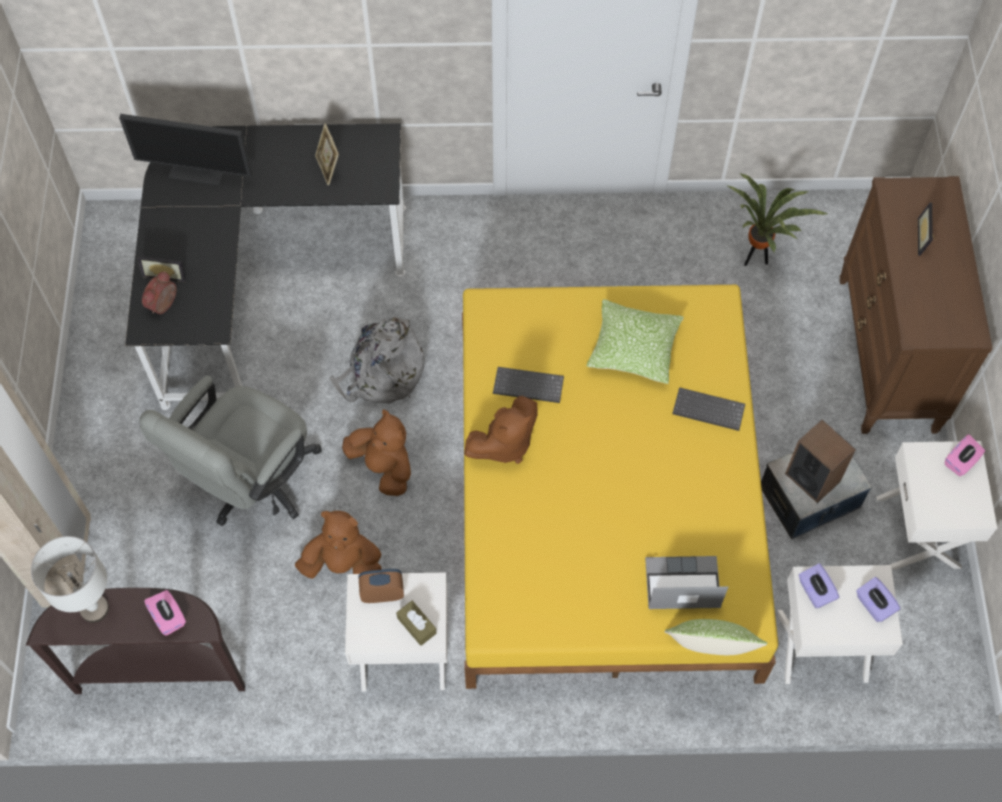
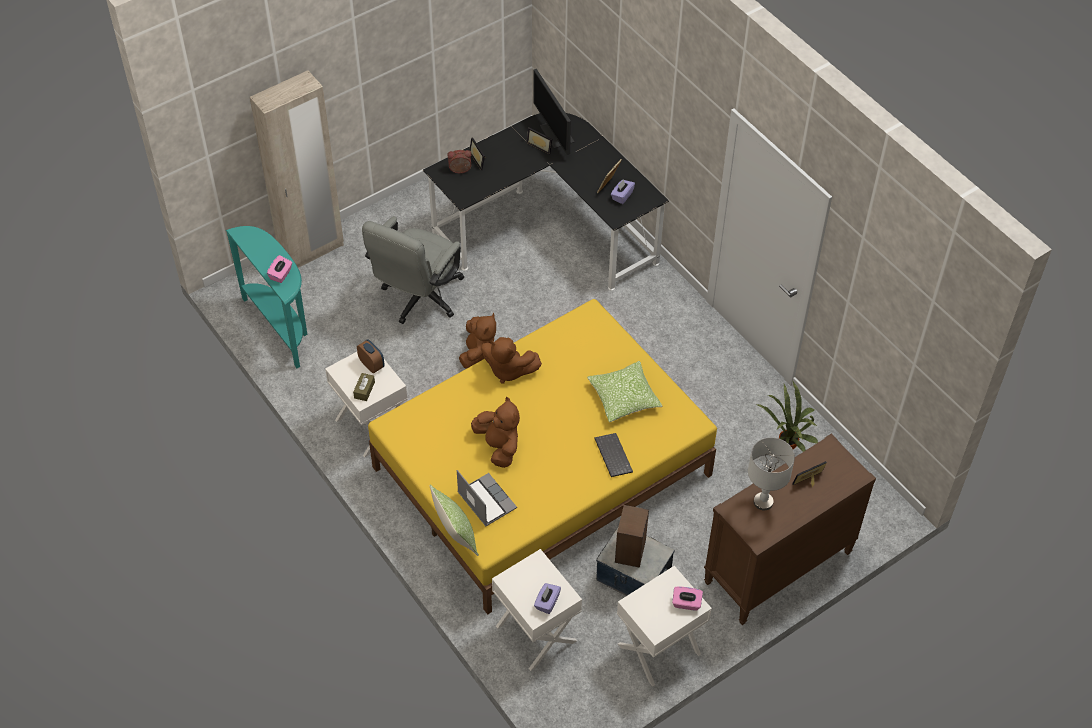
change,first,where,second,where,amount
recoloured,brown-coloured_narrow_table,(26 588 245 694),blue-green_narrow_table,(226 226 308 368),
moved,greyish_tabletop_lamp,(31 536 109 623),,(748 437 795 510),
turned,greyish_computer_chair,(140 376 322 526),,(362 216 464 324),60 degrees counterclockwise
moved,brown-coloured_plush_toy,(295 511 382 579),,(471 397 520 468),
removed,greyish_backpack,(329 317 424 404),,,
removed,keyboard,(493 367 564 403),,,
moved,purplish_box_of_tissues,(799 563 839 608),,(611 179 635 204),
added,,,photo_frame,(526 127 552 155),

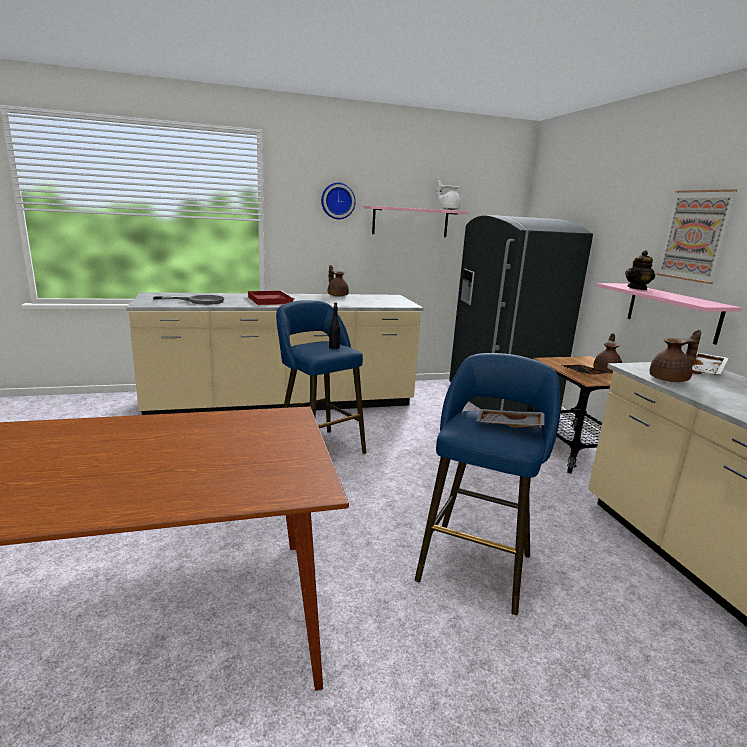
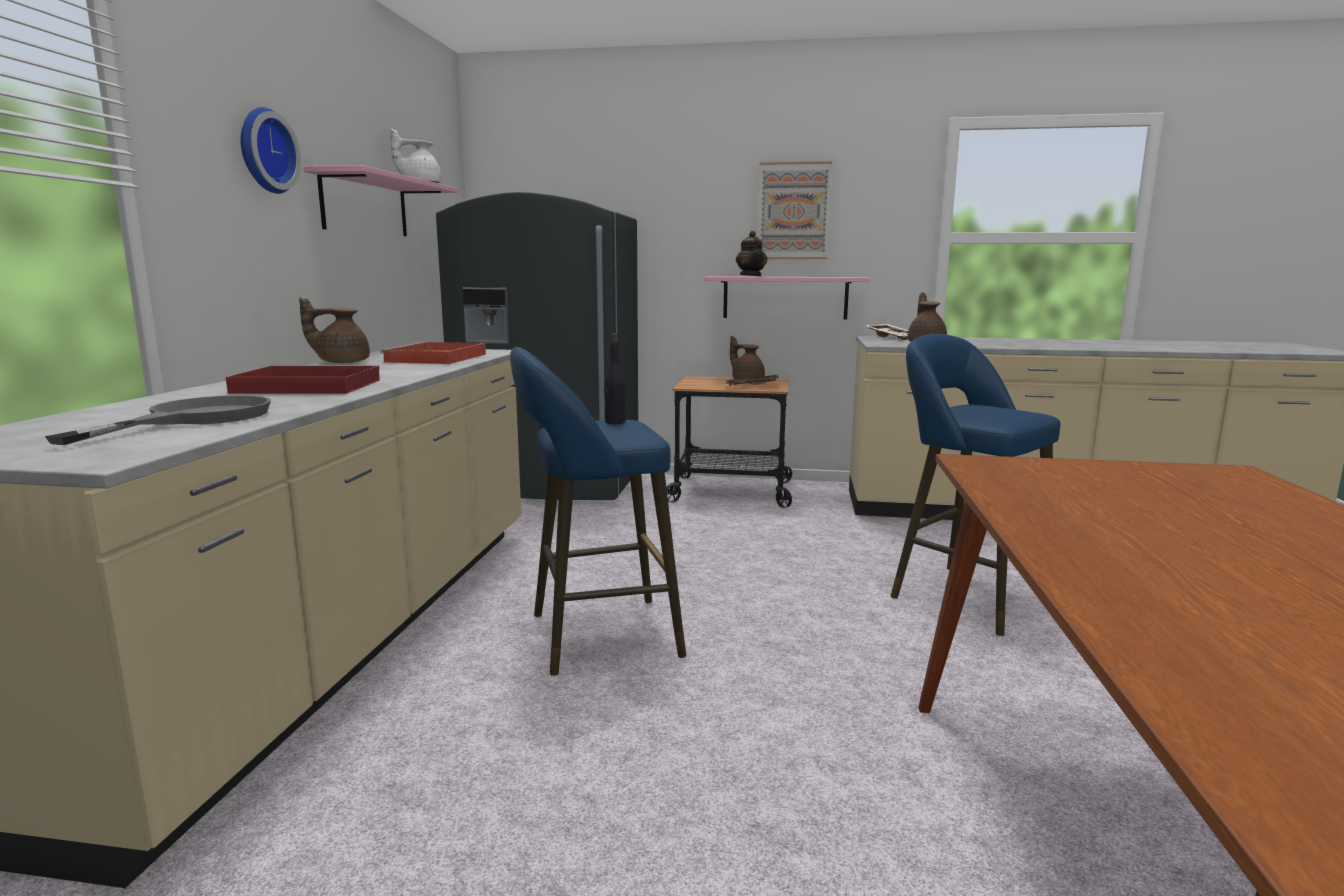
change,first,where,second,where,amount
removed,greyish_tray,(476 409 545 427),,,
added,,,reddish_tray,(380 342 486 364),

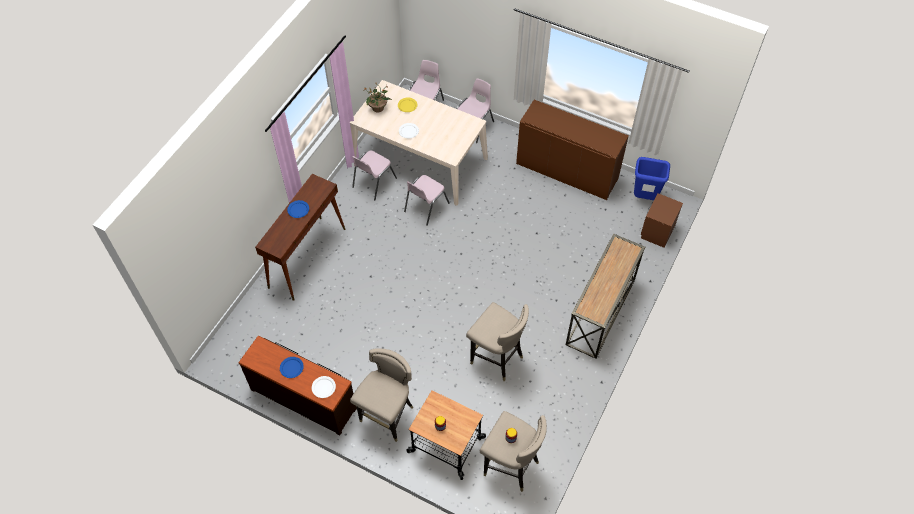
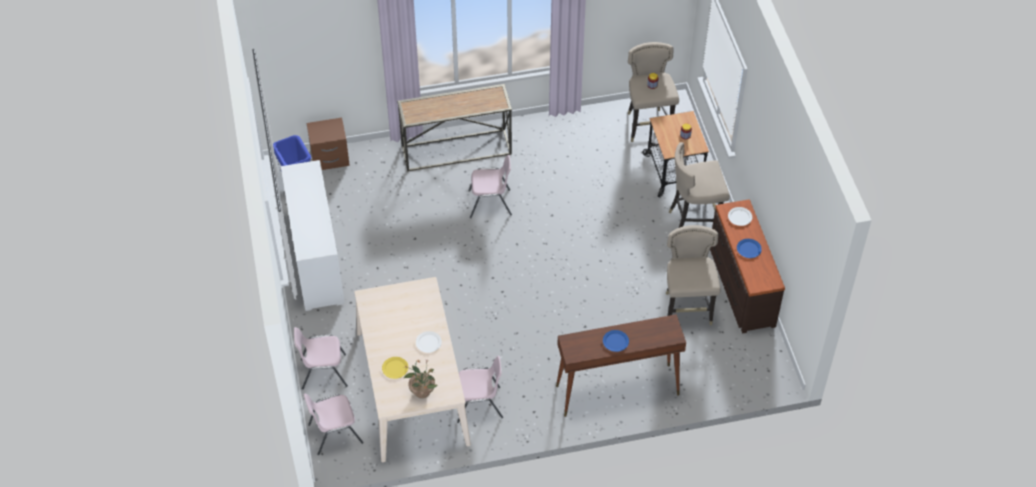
change,first,where,second,where,amount
moved,pink_chair,(404 175 450 226),,(468 155 512 218),
moved,beige_sitting_stool,(466 302 529 381),,(666 225 720 325),
recoloured,brown-coloured_cupboard,(516 100 629 200),white-coloured_cupboard,(281 160 345 311),

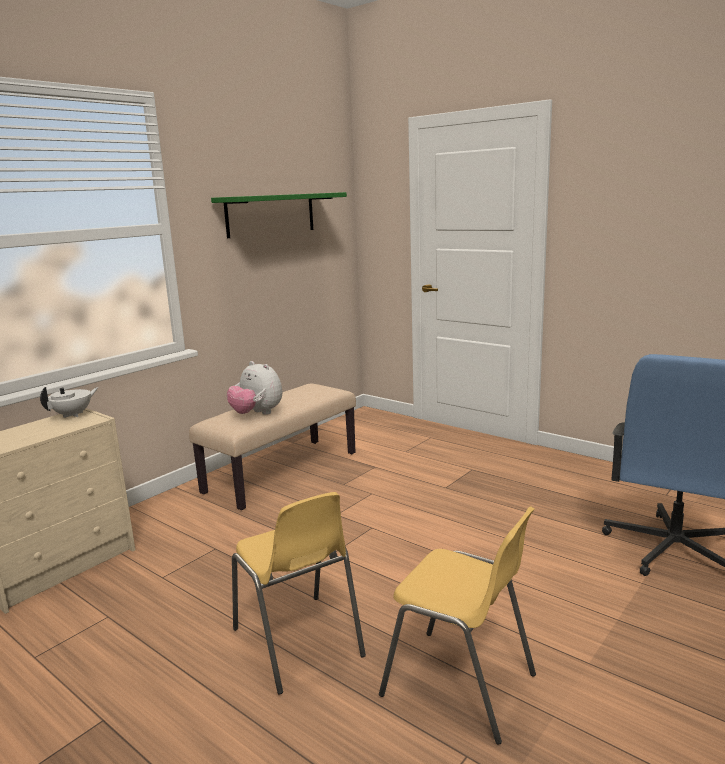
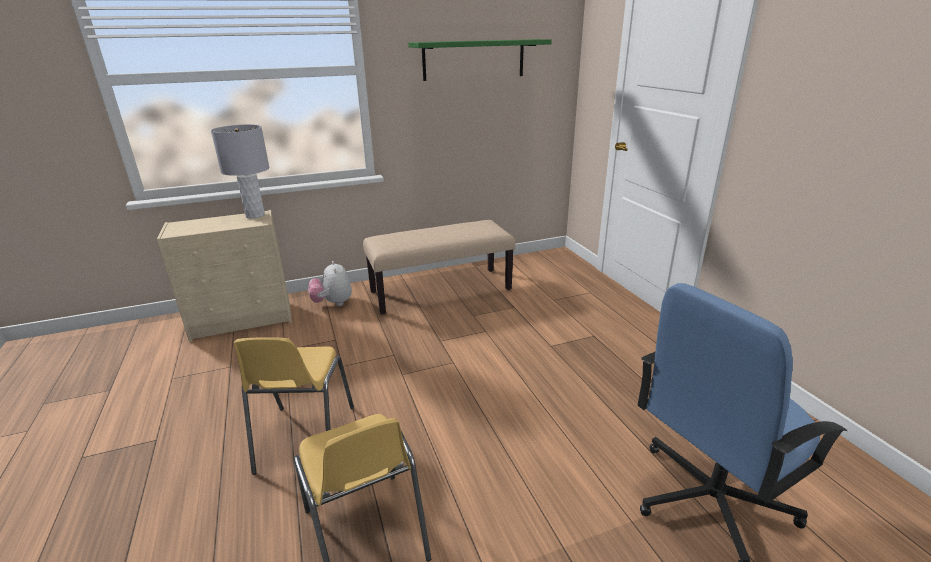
change,first,where,second,where,amount
replaced,white-coloured_pot_for_tea,(40 387 99 418),greyish_tabletop_lamp,(211 124 269 218),
moved,plush_toy,(227 361 282 415),,(308 261 352 306),

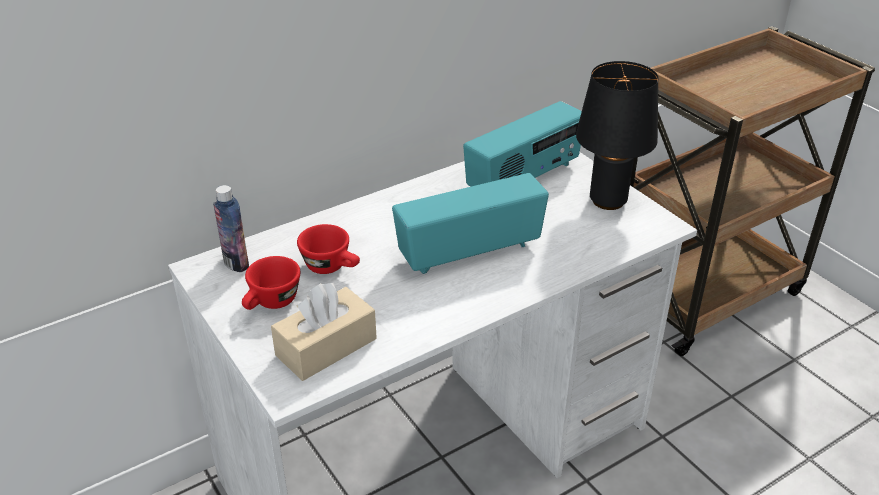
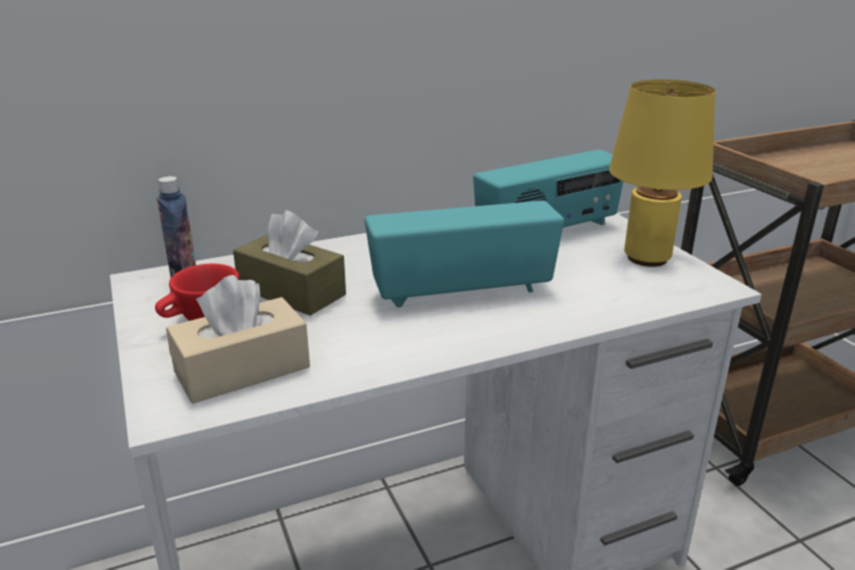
change,first,where,second,where,amount
replaced,reddish_small_cup,(297 224 360 274),brown-coloured_box_of_tissues,(233 210 346 316),
recoloured,black_tabletop_lamp,(576 61 659 210),yellow_tabletop_lamp,(609 79 716 267),

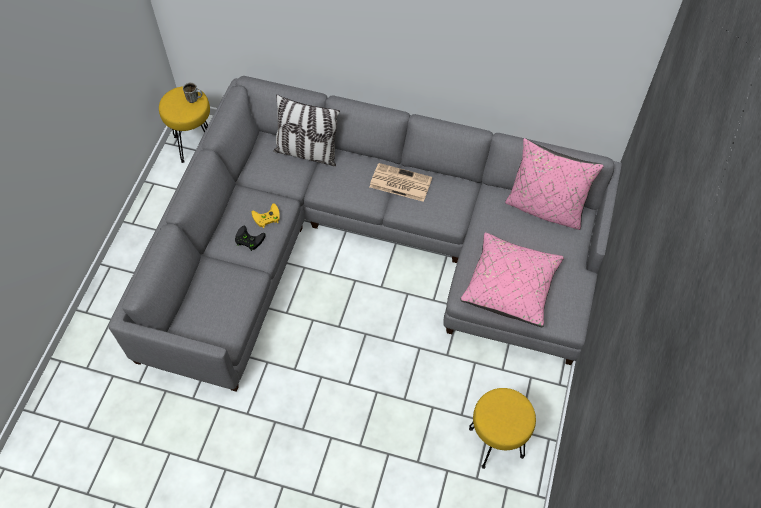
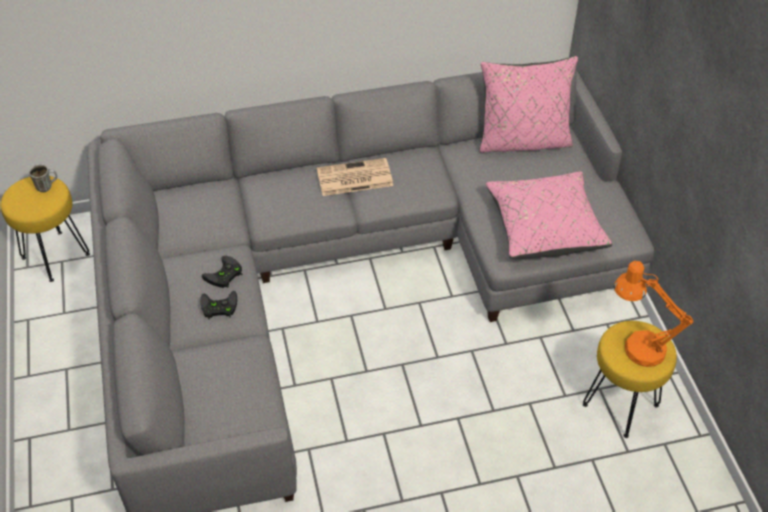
change,first,where,second,where,amount
recoloured,yellow_gamepad,(251 203 280 228),black_gamepad,(202 256 242 288),
removed,cushion,(274 94 340 166),,,
added,,,orangey_tabletop_lamp,(614 261 693 367),

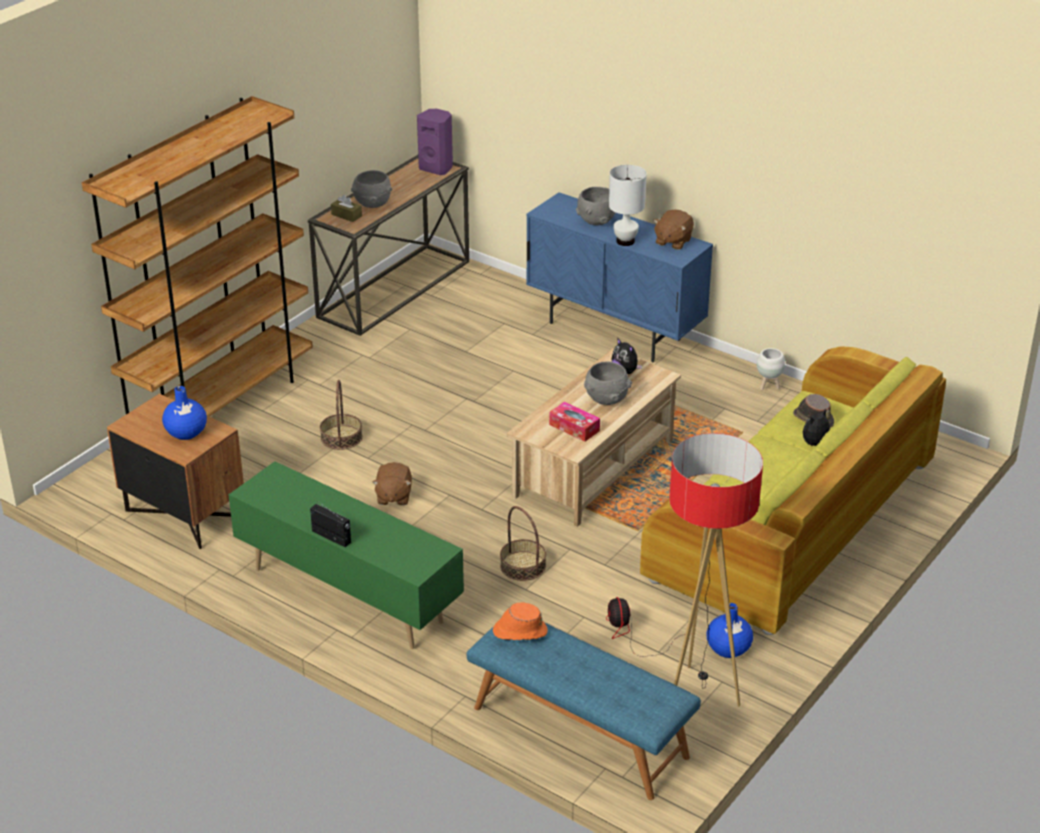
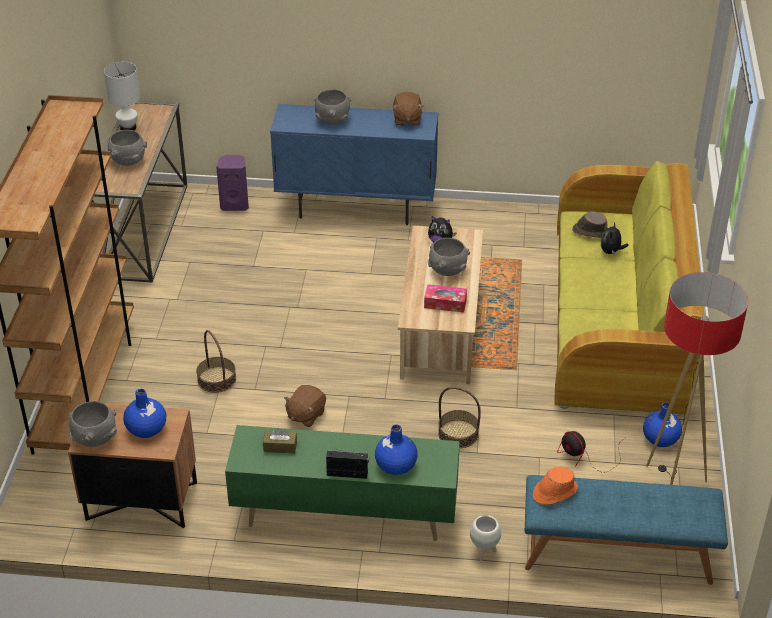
change,first,where,second,where,amount
moved,brown-coloured_box_of_tissues,(331 195 362 222),,(263 428 297 453),
turned,brown-coloured_plush_toy,(372 462 412 505),,(284 385 326 427),60 degrees clockwise
moved,purplish_loudspeaker,(417 109 453 175),,(216 155 249 211),
moved,white-coloured_tabletop_lamp,(609 165 647 246),,(104 62 140 130),
moved,white-coloured_plant_pot,(757 348 785 390),,(470 515 501 561),
added,,,greyish_bowl,(68 401 117 447),
added,,,blue_flower_vase,(375 425 418 475),

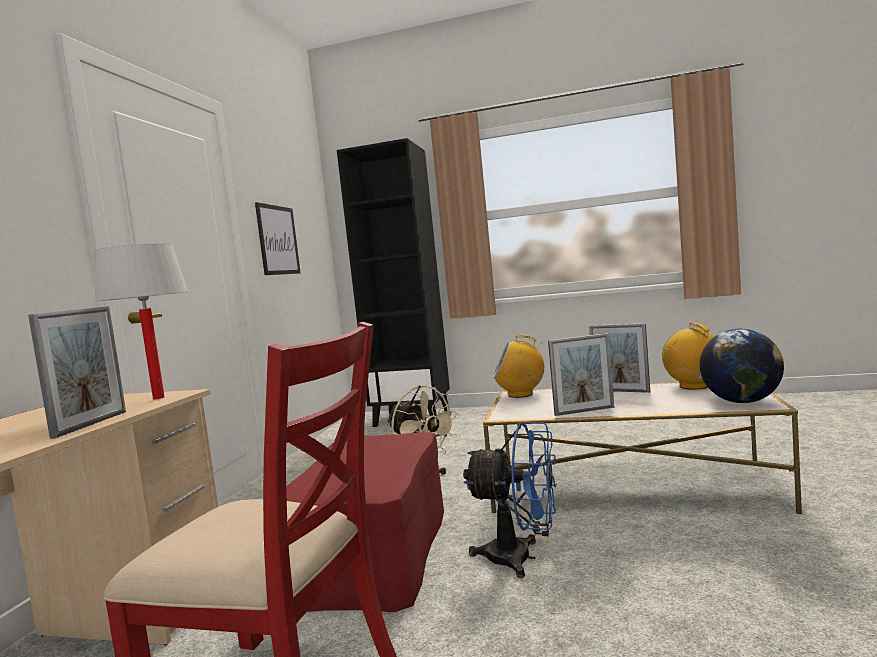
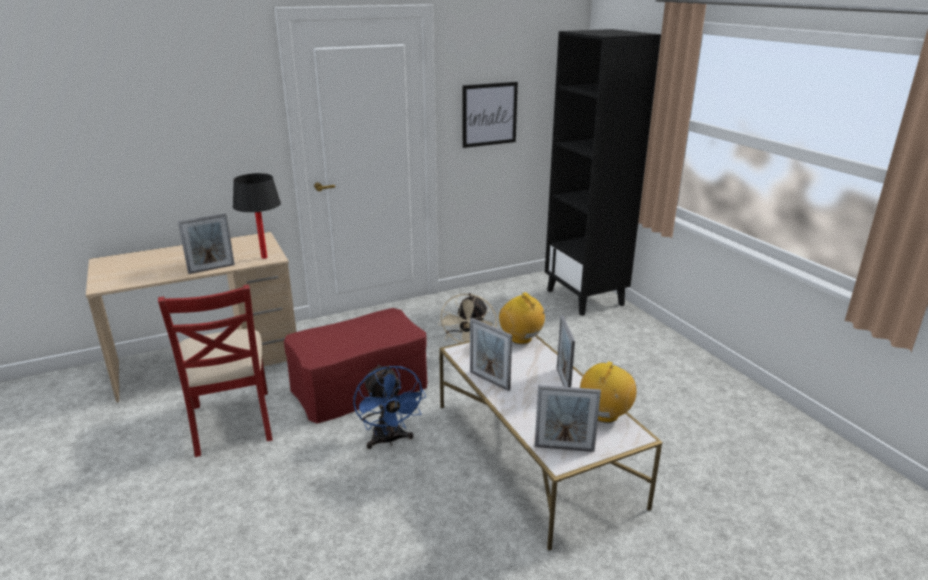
change,first,where,second,where,amount
recoloured,white-coloured_tabletop_lamp,(94 244 189 399),black_tabletop_lamp,(233 173 281 259),
replaced,world_globe,(699 329 784 403),photo_frame,(535 385 601 452),

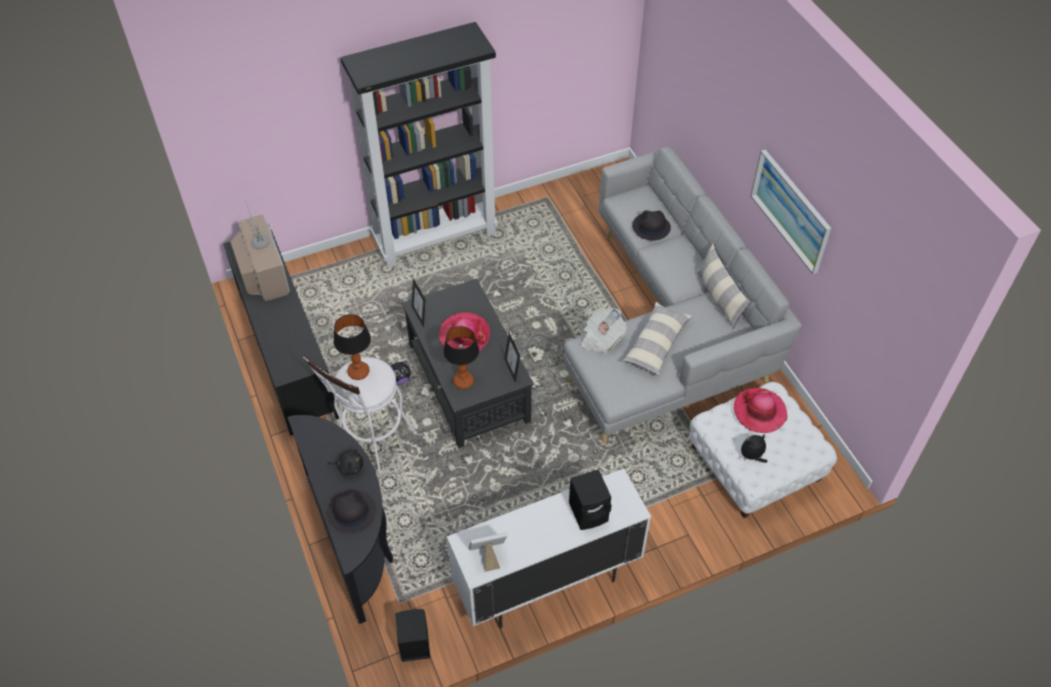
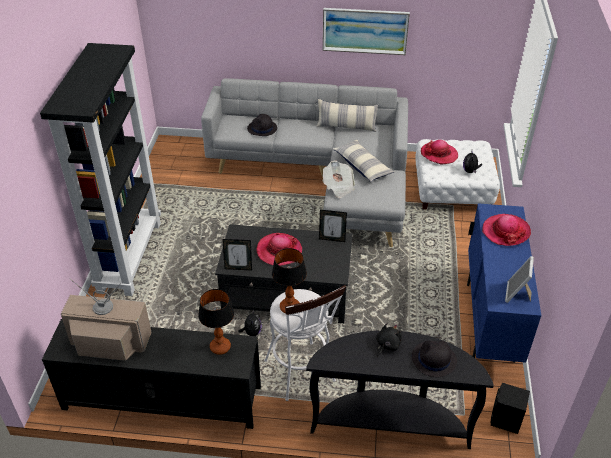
change,first,where,second,where,amount
moved,tabletop_lamp,(443 326 479 389),,(198 289 234 355),
recoloured,white-coloured_cupboard,(447 468 651 629),blue_cupboard,(467 203 542 363),
replaced,black_loudspeaker,(569 469 612 530),clothing_hat,(482 214 531 246),

